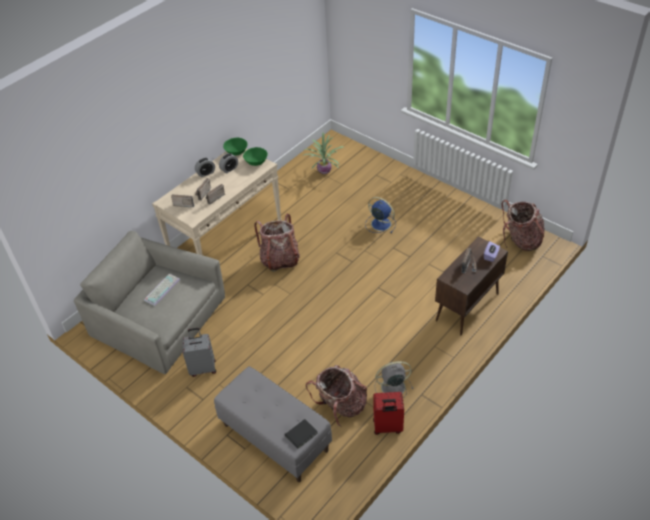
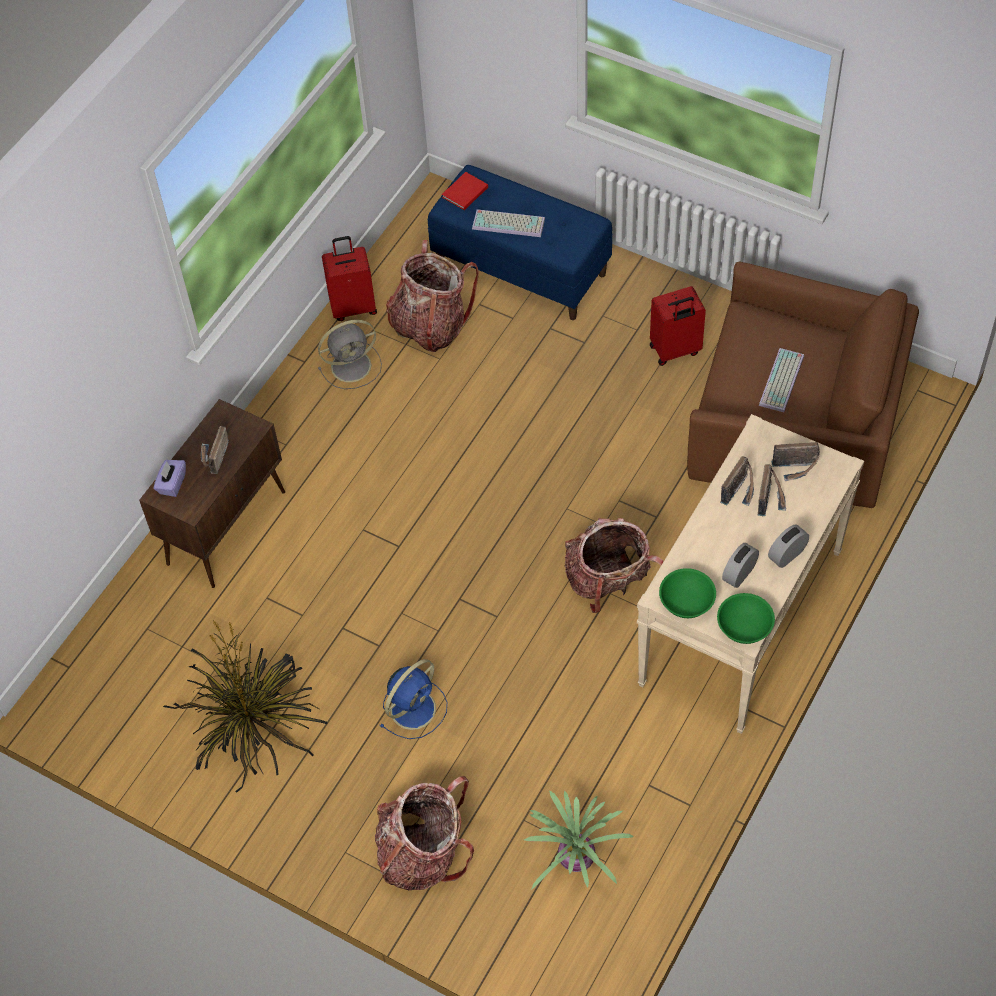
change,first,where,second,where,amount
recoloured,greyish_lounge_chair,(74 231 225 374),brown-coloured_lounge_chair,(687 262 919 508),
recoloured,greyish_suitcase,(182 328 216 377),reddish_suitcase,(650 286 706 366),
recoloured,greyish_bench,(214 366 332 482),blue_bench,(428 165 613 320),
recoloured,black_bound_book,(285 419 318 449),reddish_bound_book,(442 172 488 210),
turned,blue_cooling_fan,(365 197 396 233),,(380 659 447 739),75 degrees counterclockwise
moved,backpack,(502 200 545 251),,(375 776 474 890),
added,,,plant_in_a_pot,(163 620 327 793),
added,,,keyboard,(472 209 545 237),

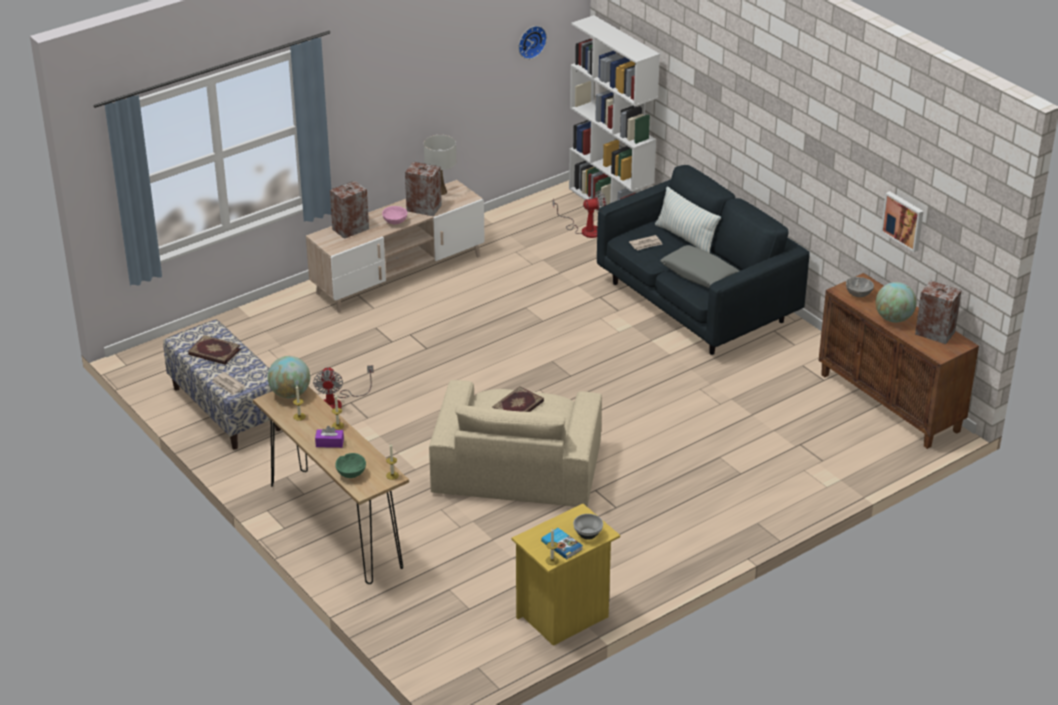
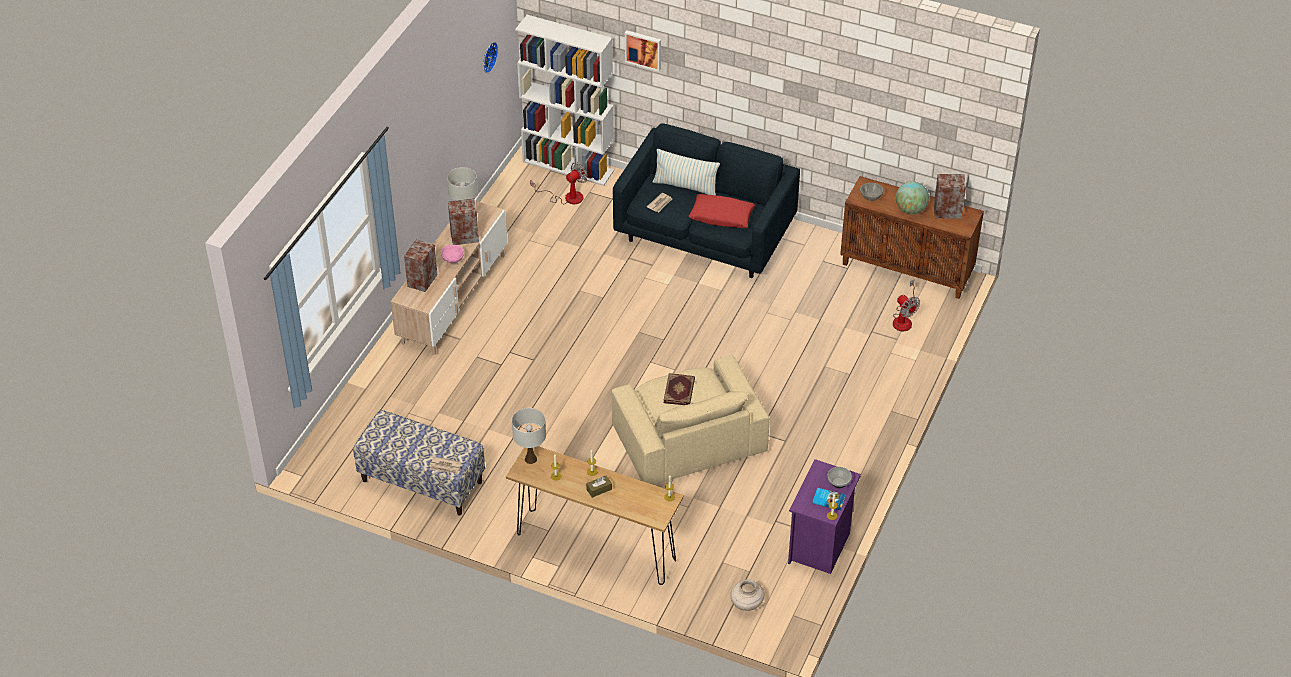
change,first,where,second,where,amount
removed,bound_book,(188 335 240 365),,,
replaced,world_globe,(268 356 310 398),white-coloured_tabletop_lamp,(512 408 546 464),
moved,cooling_fan,(313 365 374 409),,(893 280 920 331),
recoloured,purplish_box_of_tissues,(315 426 344 448),brown-coloured_box_of_tissues,(586 475 612 498),
removed,greenish_bowl,(335 453 366 478),,,
recoloured,yellow_night_table,(512 504 620 646),purplish_night_table,(788 459 861 574),
recoloured,greyish_cushion,(660 245 739 288),reddish_cushion,(689 194 755 228),
moved,wall_art,(881 191 923 252),,(625 30 661 71),
added,,,beige_flower_vase,(730 579 764 611),

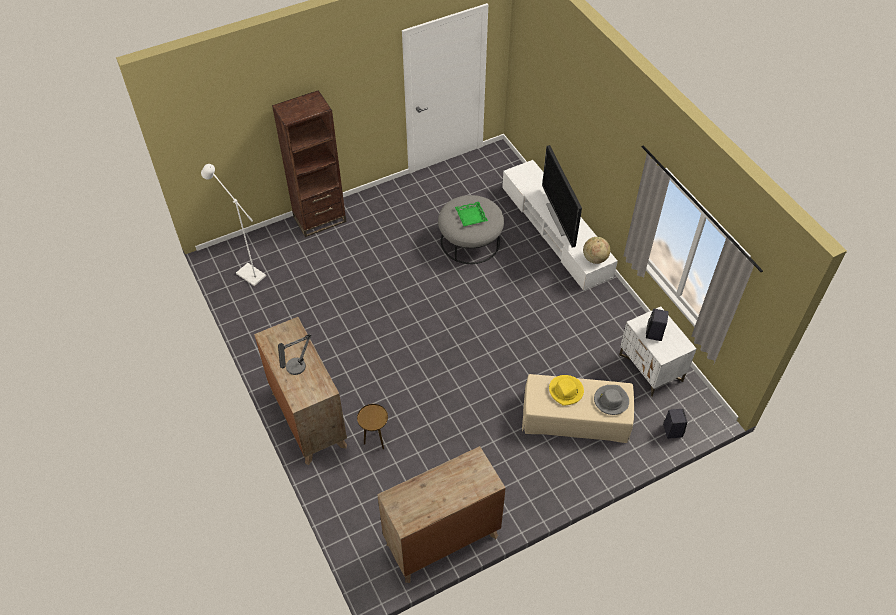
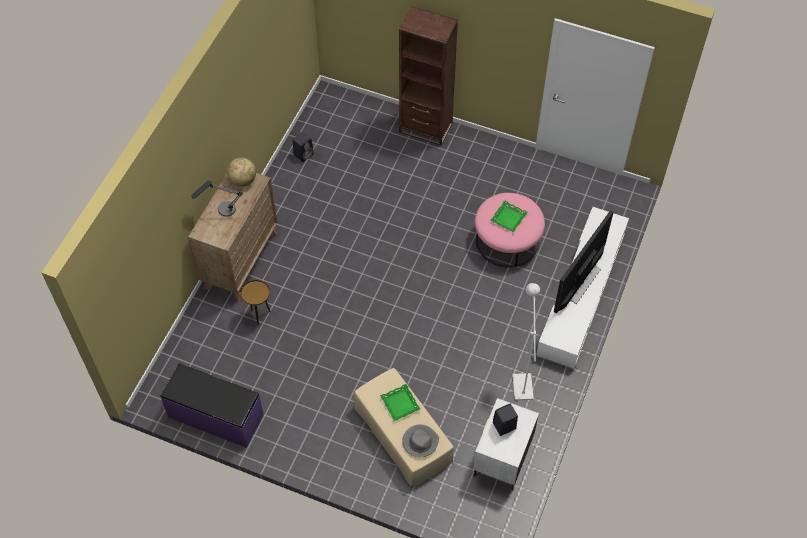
change,first,where,second,where,amount
moved,white-coloured_standard_lamp,(201 164 266 286),,(512 283 540 400),
replaced,brown-coloured_drawer_chest,(377 446 506 583),purplish_bench,(160 363 264 448),
recoloured,greyish_pouffe,(438 195 504 264),pink_pouffe,(475 193 545 267),
replaced,yellow_clothing_hat,(549 375 584 406),greenish_tray,(380 384 420 421),
moved,world_globe,(583 237 610 264),,(227 157 256 187),
moved,black_loudspeaker,(663 409 687 439),,(292 132 314 162),

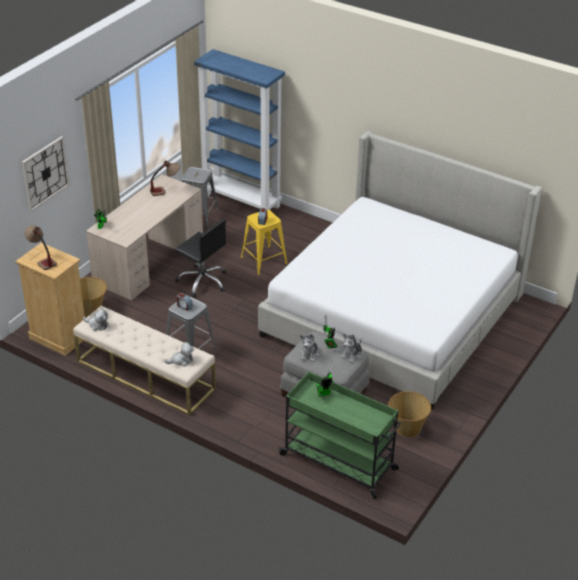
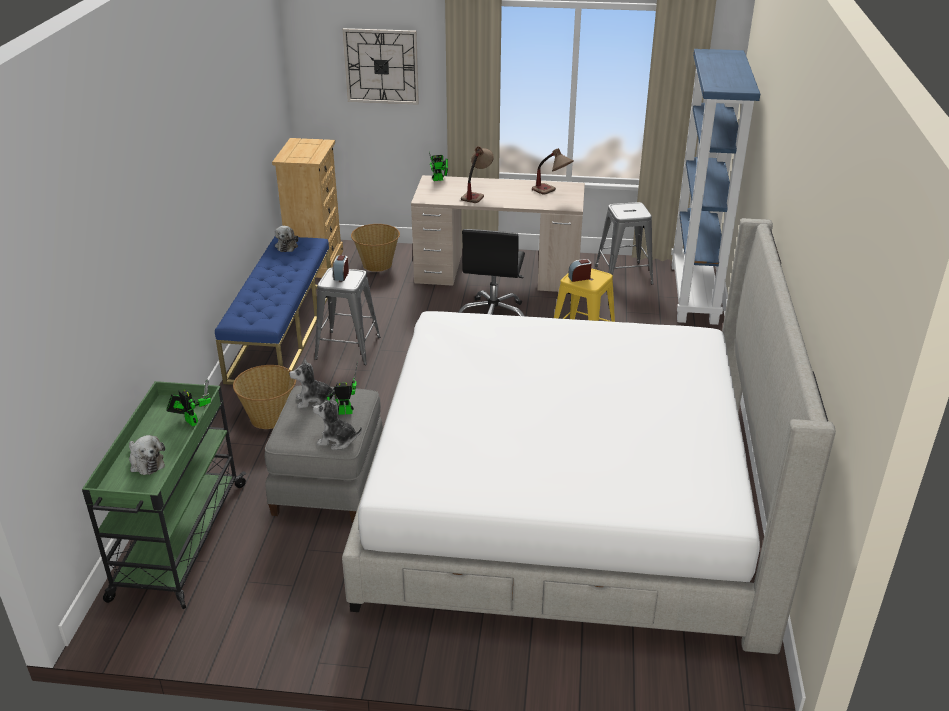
change,first,where,second,where,amount
moved,tabletop_lamp,(25 225 57 270),,(461 146 494 203),
recoloured,beige_bench,(73 306 216 416),blue_bench,(215 236 331 385),
moved,plush_toy,(164 342 194 367),,(129 435 165 475),
moved,storage_basket,(388 391 431 437),,(233 365 296 429),

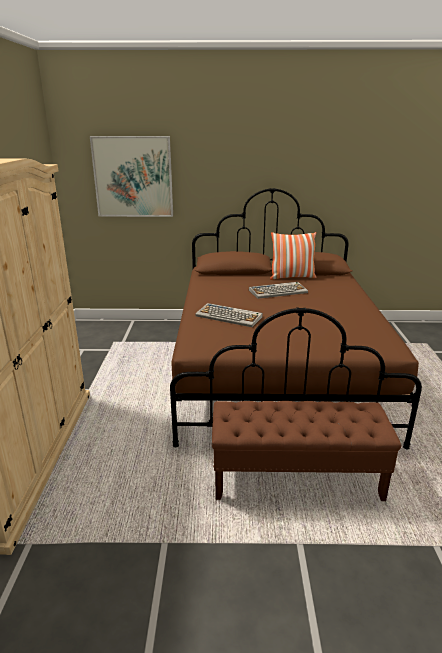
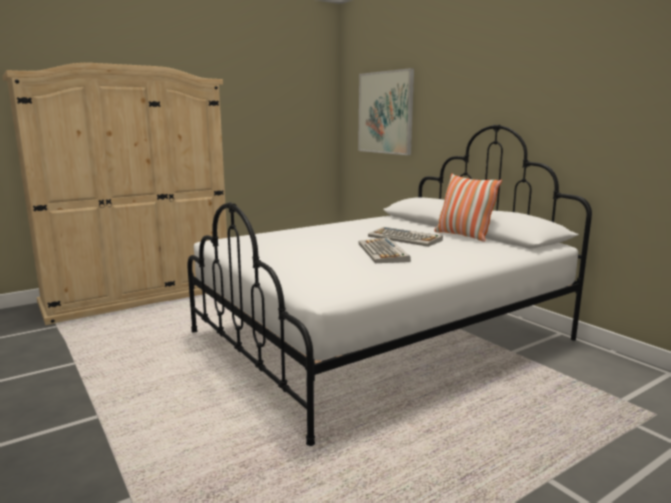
change,first,where,second,where,amount
recoloured,brown-coloured_bedroom_bed,(170 188 422 449),white-coloured_bedroom_bed,(187 125 592 446),
moved,keyboard,(195 303 263 327),,(359 238 411 263),
removed,brown-coloured_bench,(212 401 401 501),,,

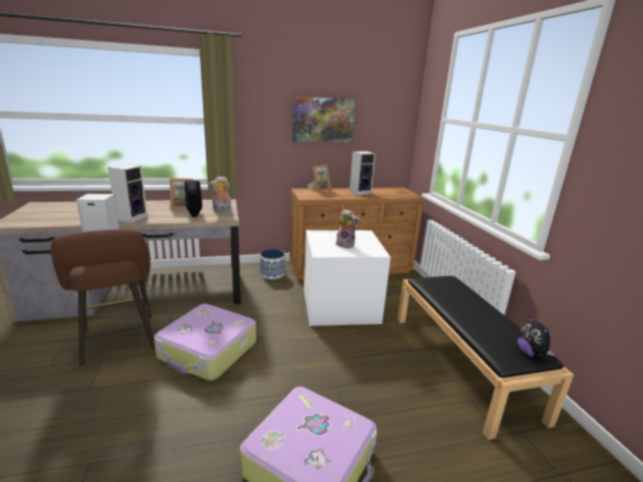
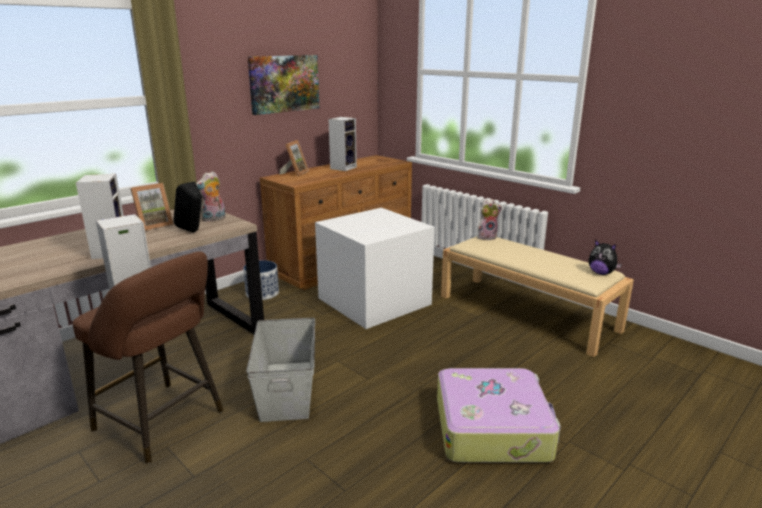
change,first,where,second,where,amount
replaced,suitcase,(154 304 256 381),greyish_storage_container,(246 318 315 422),
moved,plush_toy,(336 209 360 248),,(477 199 502 240),
recoloured,black_bench,(397 276 574 440),beige_bench,(441 236 634 357),

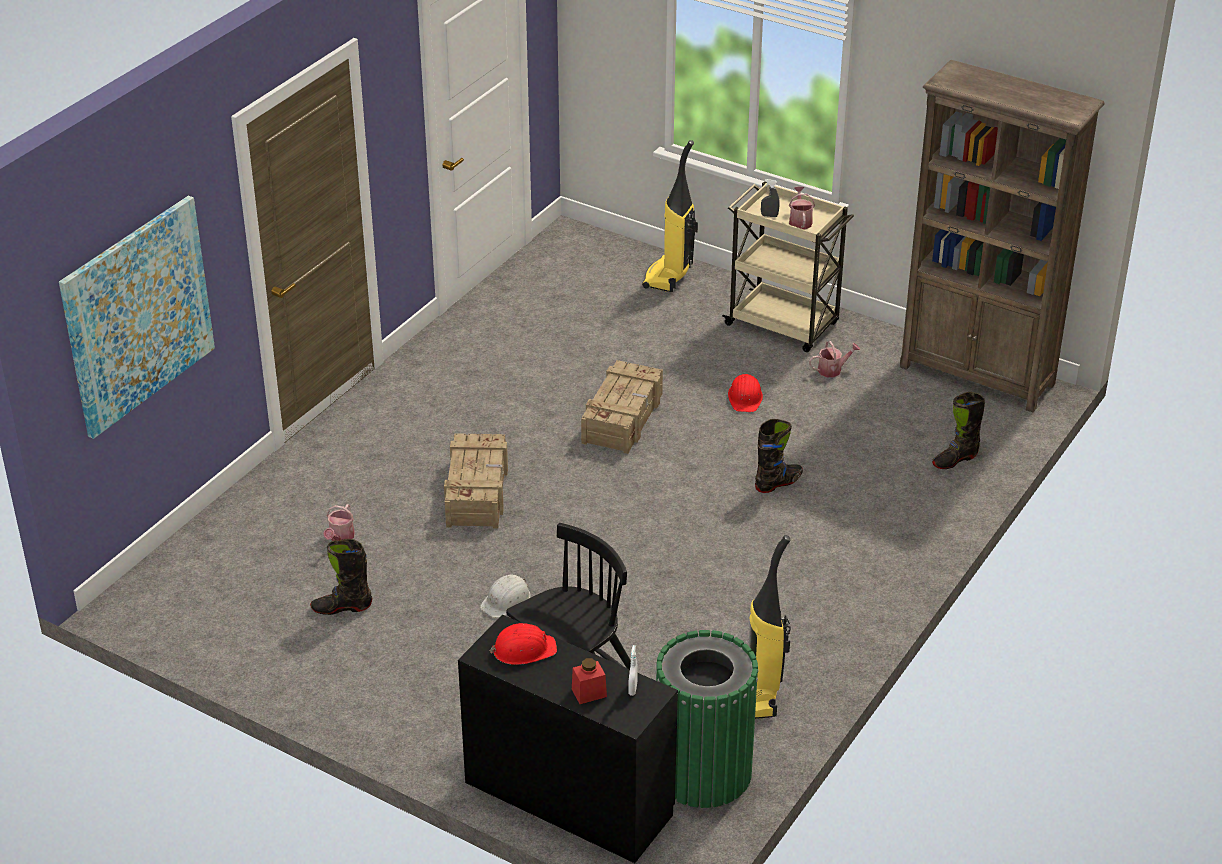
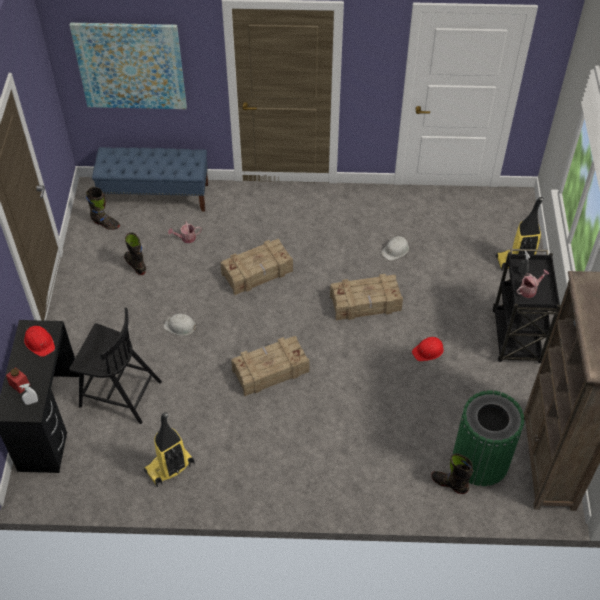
change,first,where,second,where,amount
moved,greenish_rubbish_bin,(655 630 759 808),,(453 390 524 486),
recoloured,beige_trolley,(722 182 854 352),black_trolley,(492 249 561 363),
moved,black_tall_boot,(755 419 803 493),,(86 187 120 230),
removed,watering_can,(809 341 860 377),,,
added,,,blue_bench,(92 147 208 212),
added,,,packing_crate,(231 336 310 396),
added,,,white-coloured_work_helmet,(381 236 409 261),

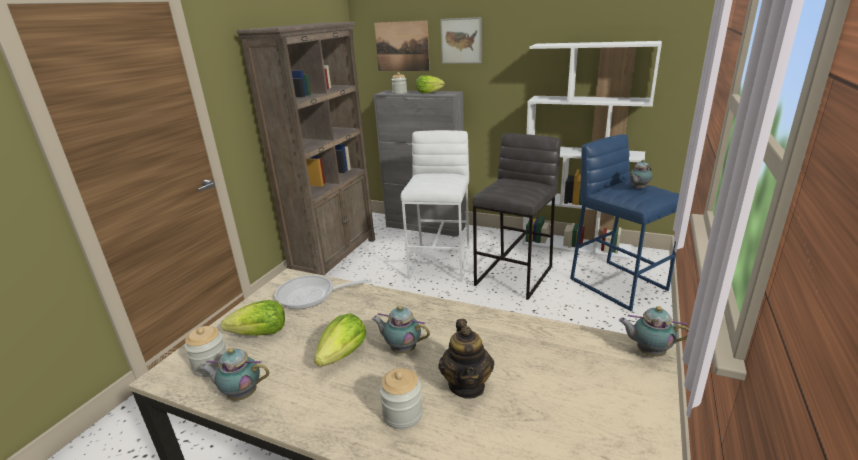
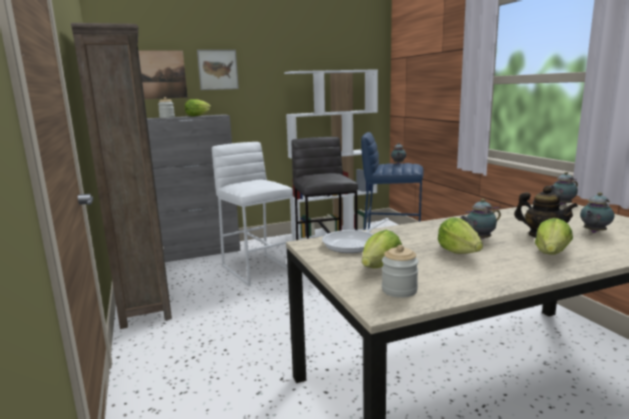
change,first,where,second,where,amount
moved,pot_for_tea,(200 348 269 401),,(580 192 614 233),
replaced,jar,(379 368 423 430),lettuce_head,(535 218 573 254),

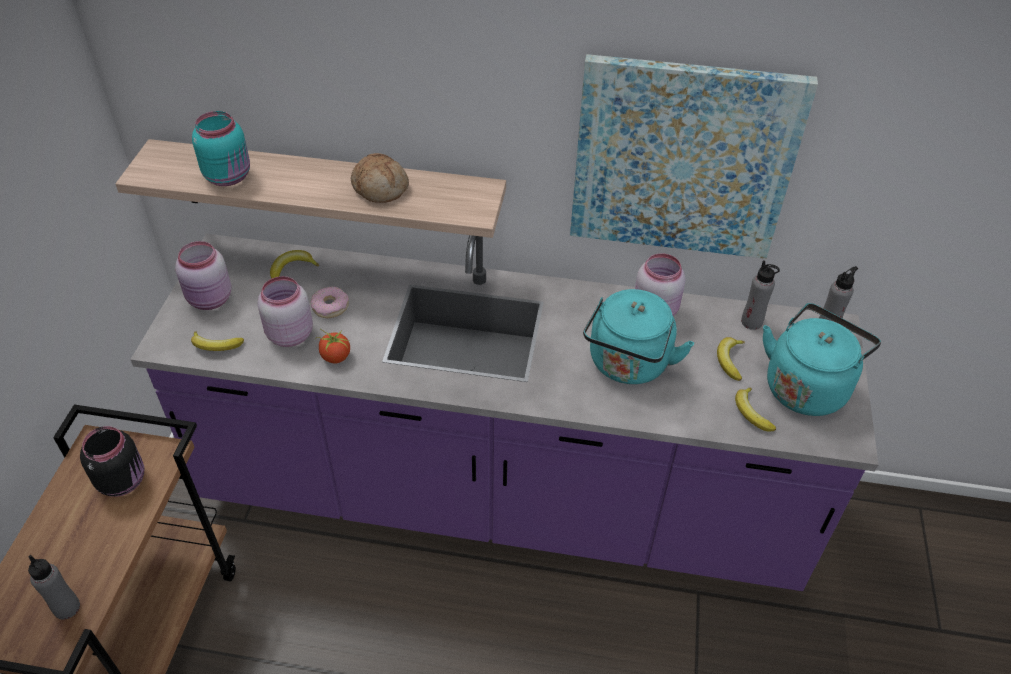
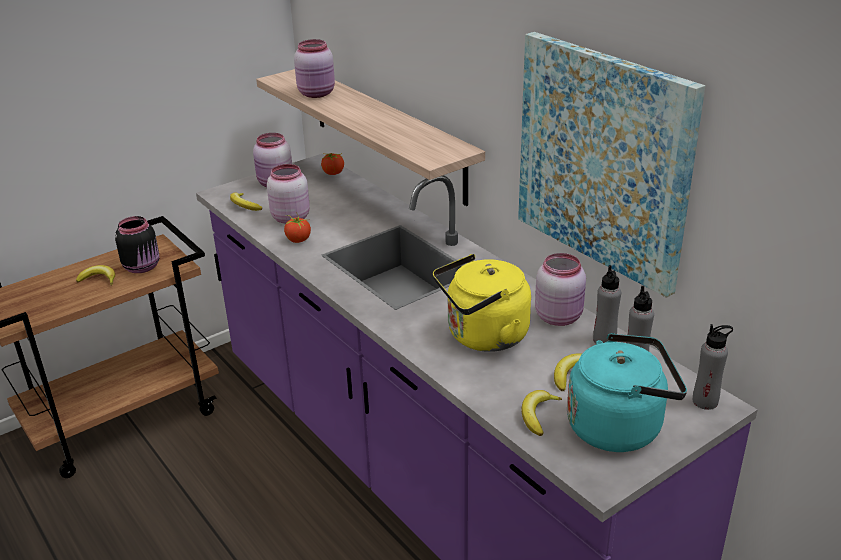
change,first,where,second,where,amount
moved,greyish_drink_bottle,(28 555 80 620),,(593 265 621 344),
recoloured,blue-green_jar,(192 111 250 186),pink_jar,(294 39 335 98),
moved,banana_fruit,(270 250 319 279),,(76 265 115 285),
removed,ring_doughnut,(310 287 349 318),,,
removed,bakery_bread,(351 153 409 203),,,
recoloured,blue-green_kettle,(583 289 694 384),yellow_kettle,(433 254 531 352),
added,,,tomato,(321 153 344 175),

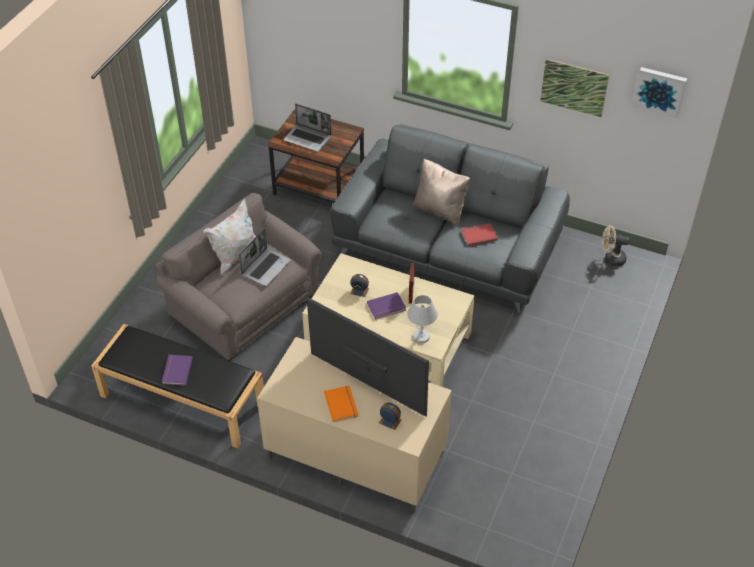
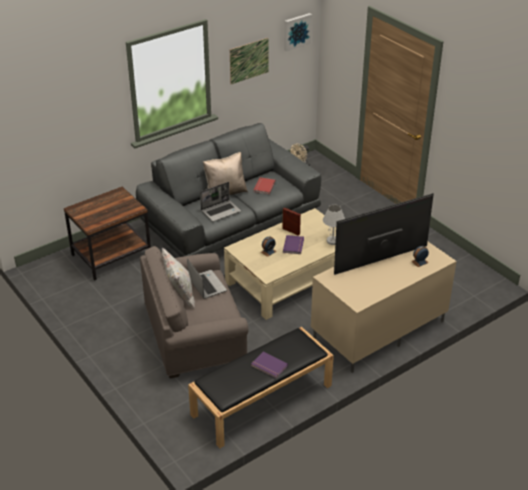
change,first,where,second,where,amount
moved,notebook_computer,(283 104 331 152),,(200 182 241 222),
removed,orangey_bound_book,(324 386 359 422),,,

